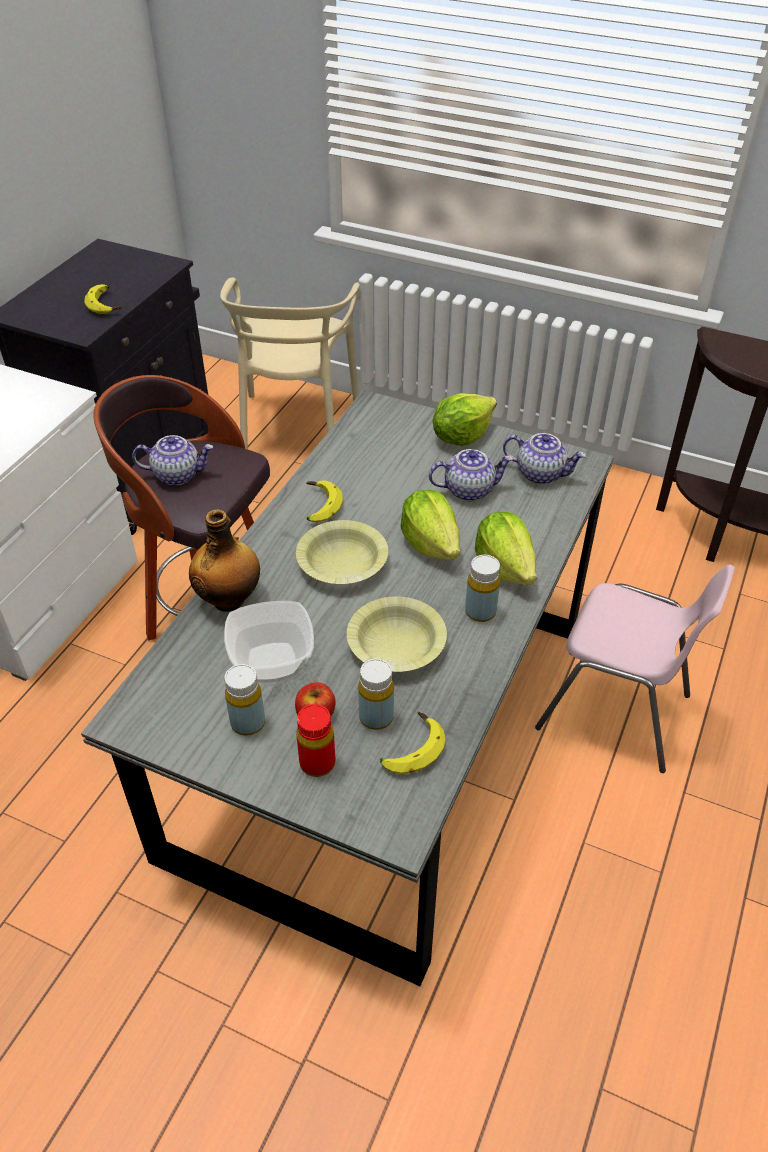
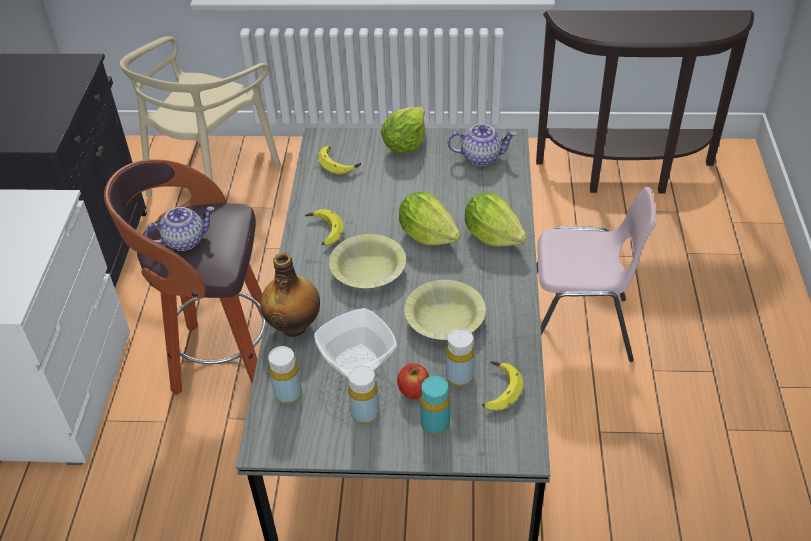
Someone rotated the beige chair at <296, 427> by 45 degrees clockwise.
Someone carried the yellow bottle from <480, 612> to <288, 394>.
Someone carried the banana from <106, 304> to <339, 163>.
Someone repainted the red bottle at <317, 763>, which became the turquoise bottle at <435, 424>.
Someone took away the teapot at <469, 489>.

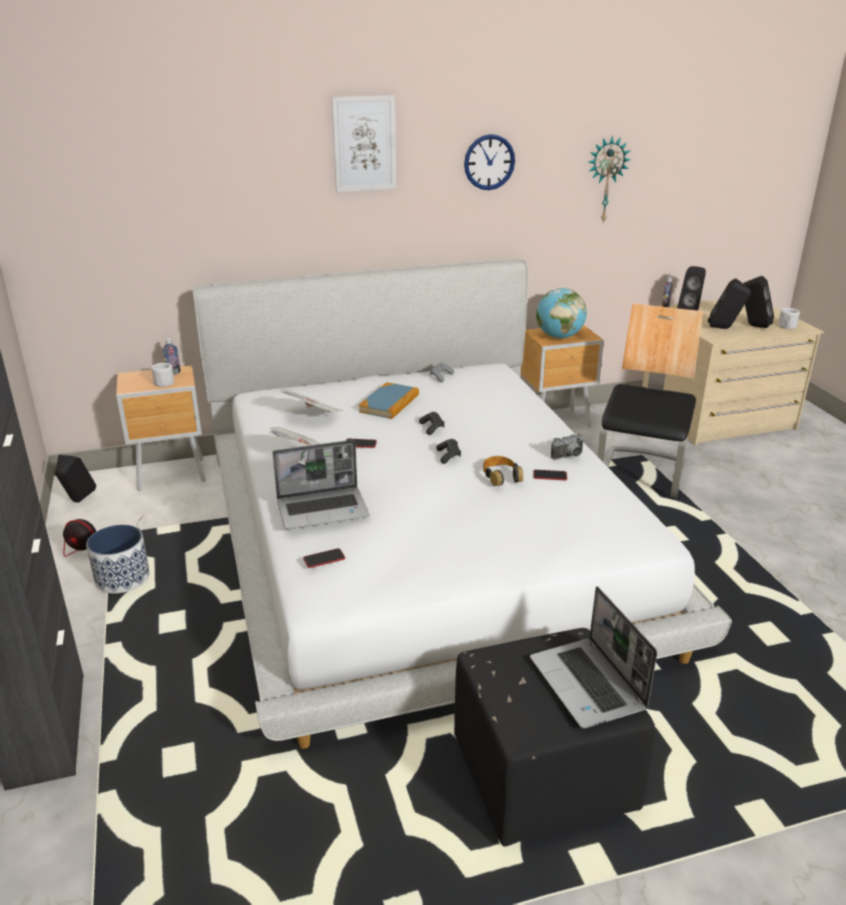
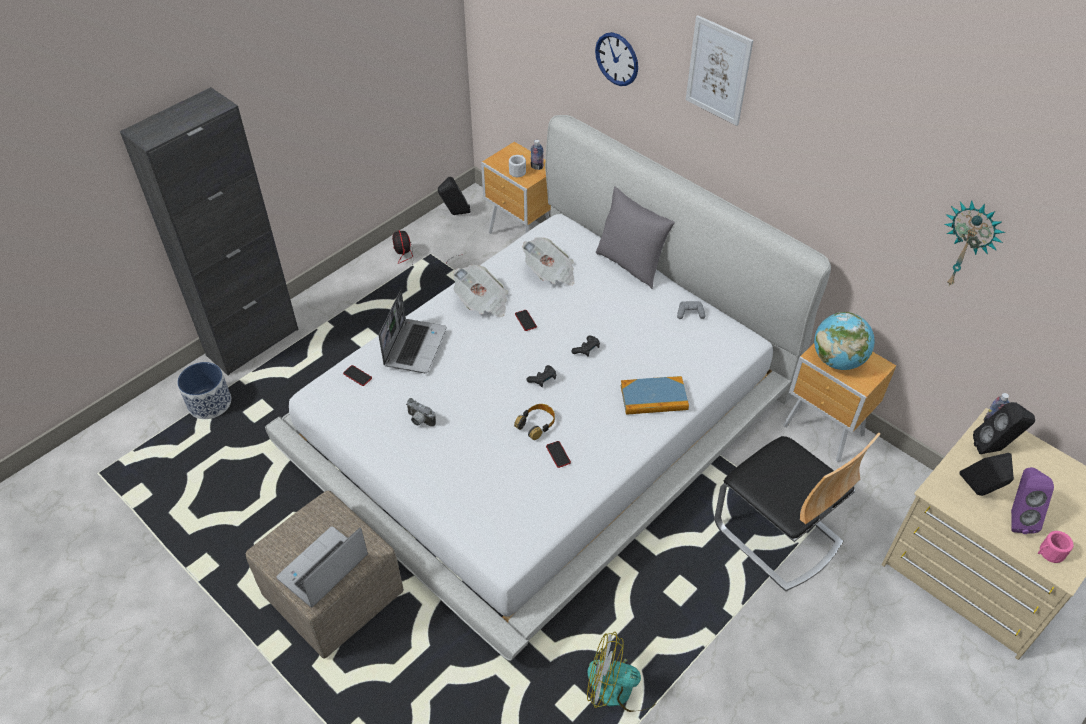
Someone carried the planter from <122, 578> to <210, 403>.
Someone repainted the black ottoman at <544, 774>, which became the beige ottoman at <335, 595>.
Someone rotated the laptop at <323, 509> by 120 degrees counterclockwise.
Someone carried the photo camera from <569, 457> to <419, 420>.
Someone put down the fan at <621, 686>.
Someone carried the wall clock from <489, 162> to <617, 59>.
Someone put down the grey pillow at <630, 264>.
Someone carried the book from <389, 403> to <653, 398>.
Someone rotated the chair at <641, 473> by 60 degrees clockwise.
Someone repainted the black speaker at <753, 325>, which became the purple speaker at <1016, 517>.
Someone repainted the white mug at <787, 327>, which became the pink mug at <1049, 553>.

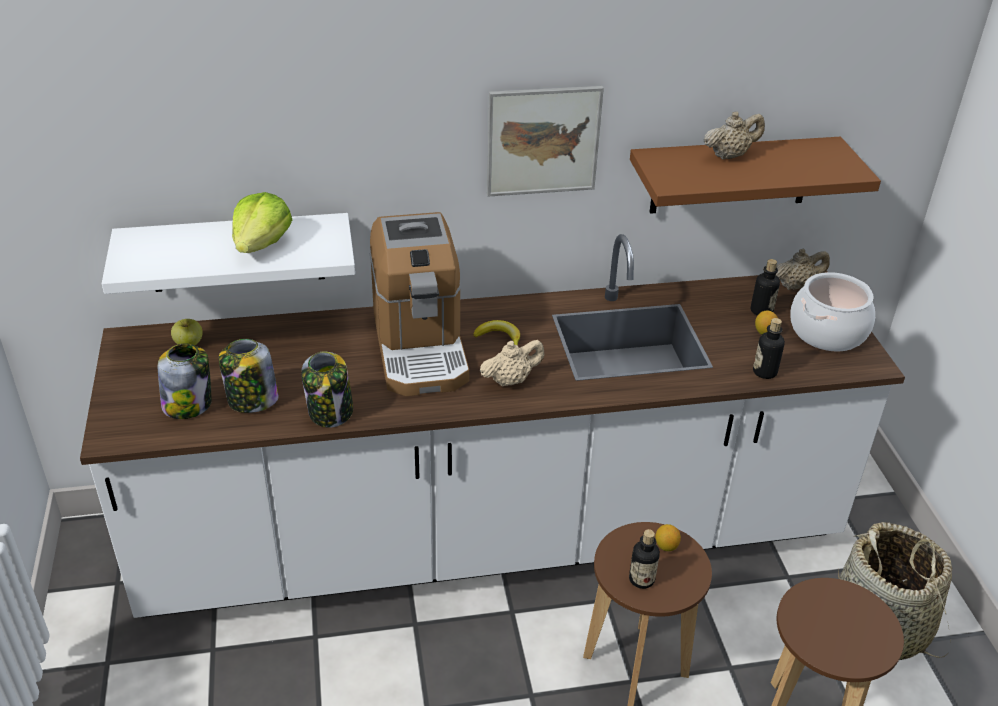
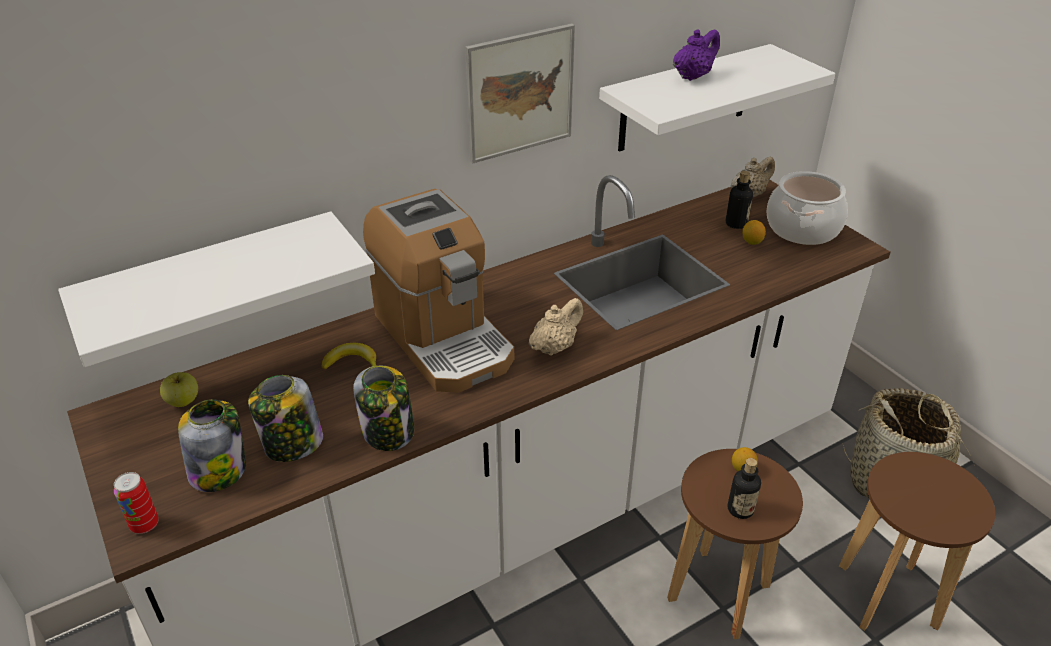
Someone put down the can at <144, 524>.
Someone carried the banana from <499, 338> to <352, 363>.
Someone repainted the brown shelf at <731, 175>, which became the white shelf at <685, 99>.
Someone repainted the beige teapot at <729, 155>, which became the purple teapot at <693, 76>.
Someone took away the lettuce at <261, 244>.
Someone took away the bottle at <764, 372>.

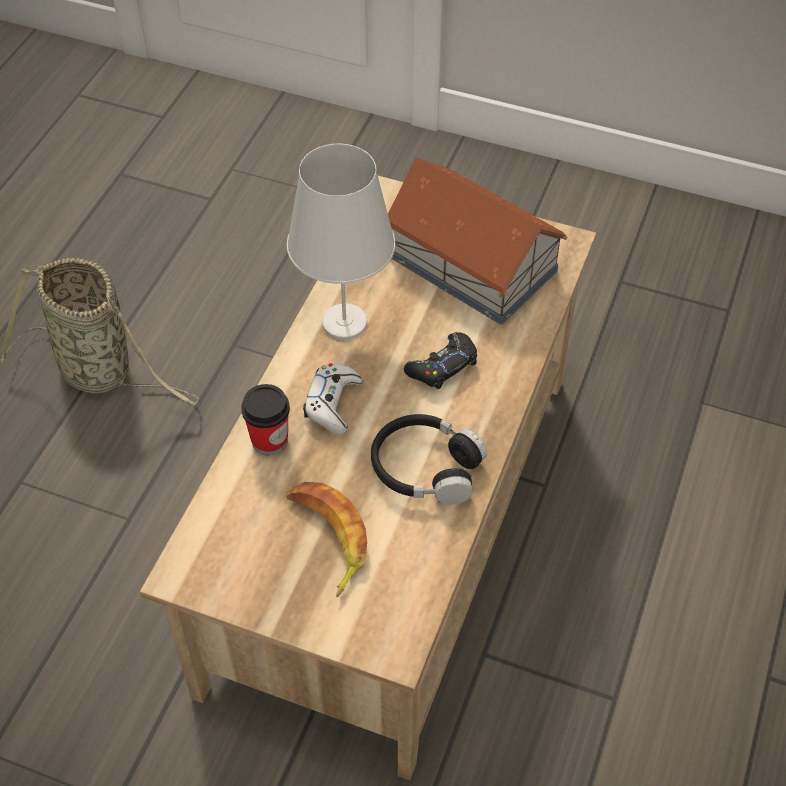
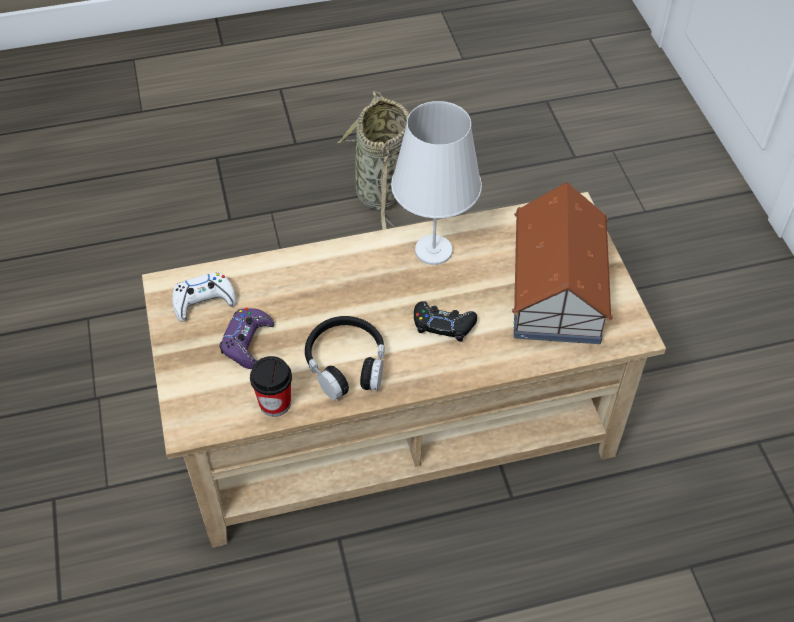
Someone carried the white game controller from <333, 404> to <204, 301>.
Someone swapped the banana at <326, 538> for the purple game controller at <247, 342>.
Someone carried the cup from <269, 440> to <275, 403>.

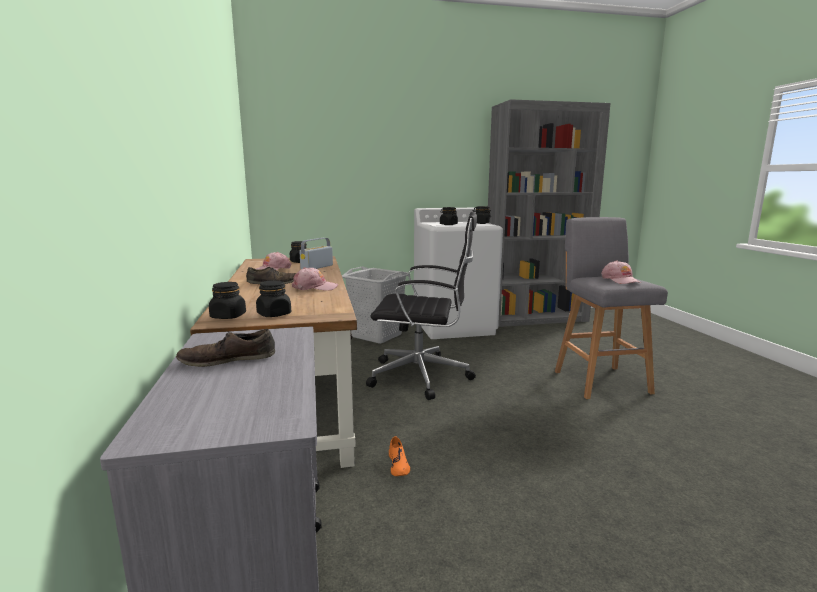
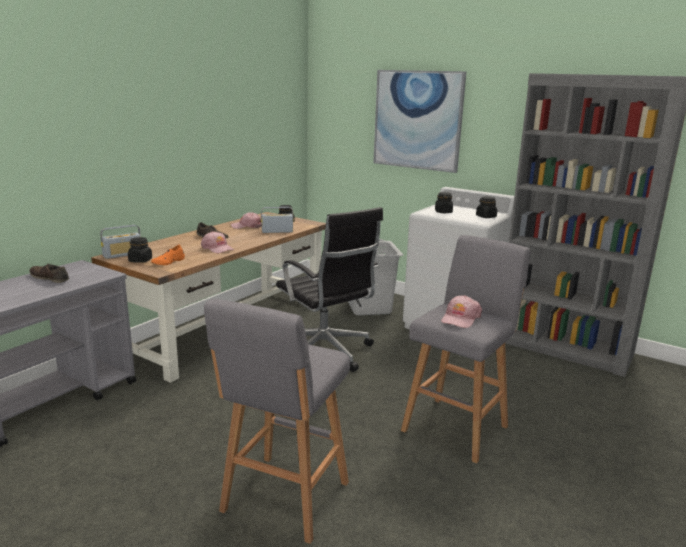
Someone swapped the black jar at <228, 316> for the radio at <122, 255>.
Someone carried the orange shoe from <398, 465> to <168, 262>.
Someone put down the grey stool at <283, 499>.
Someone put up the picture at <417, 120>.

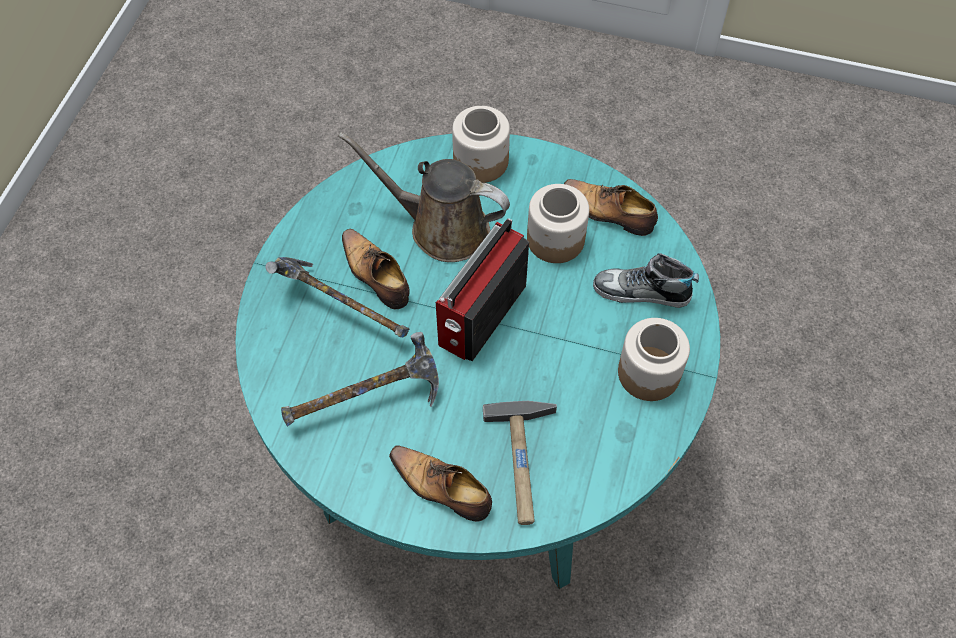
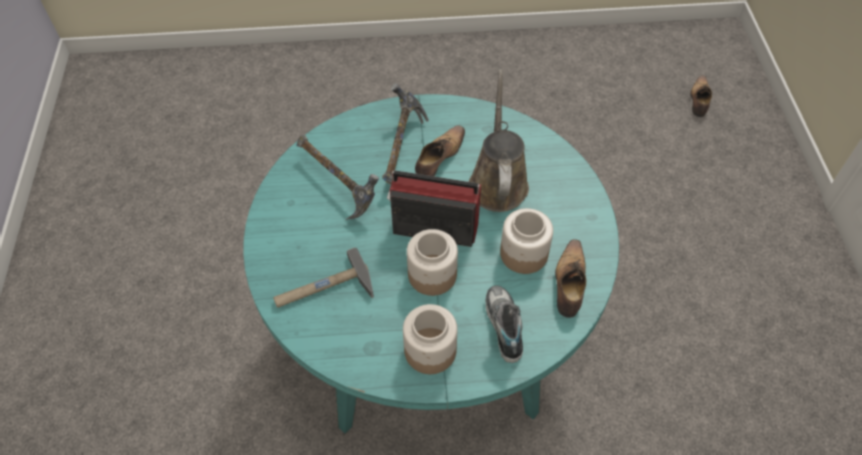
Someone carried the jar from <481, 162> to <432, 275>.
Someone carried the shoe from <441, 488> to <699, 100>.

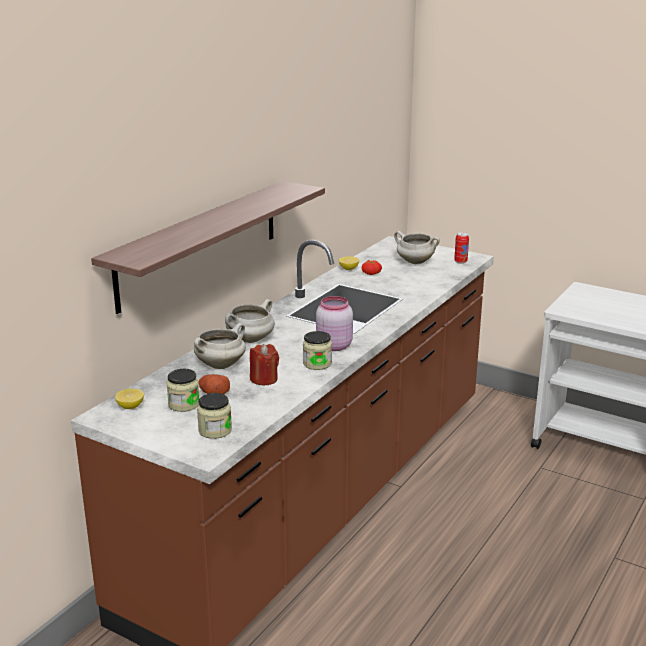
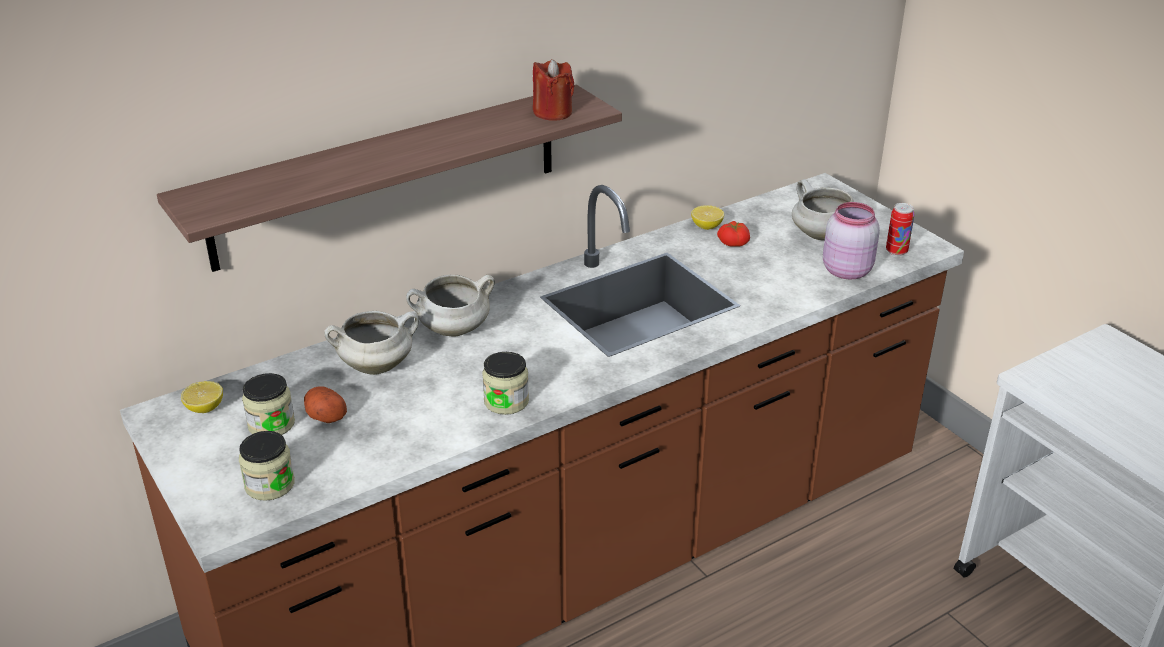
Someone carried the red candle from <264, 379> to <552, 112>.
Someone carried the pink jar from <333, 346> to <845, 270>.

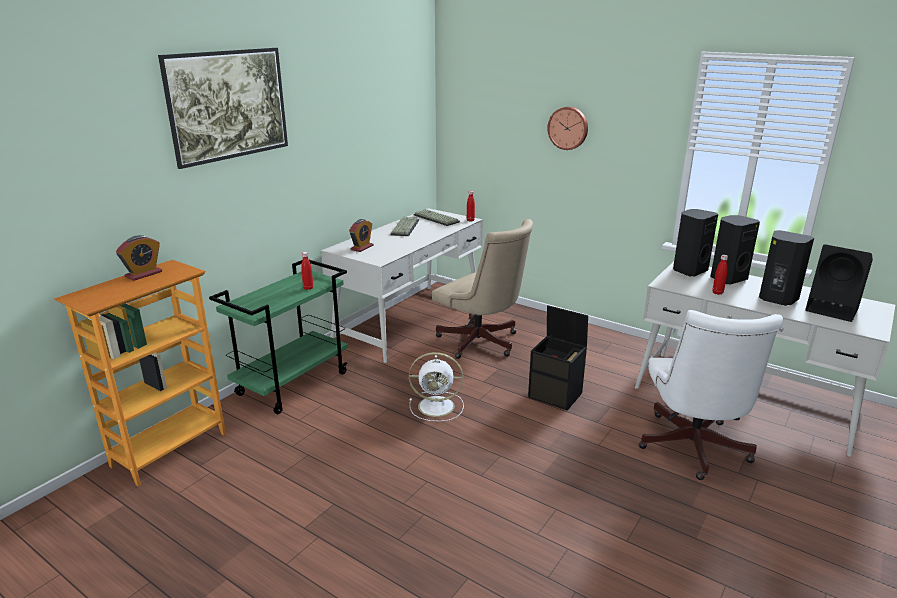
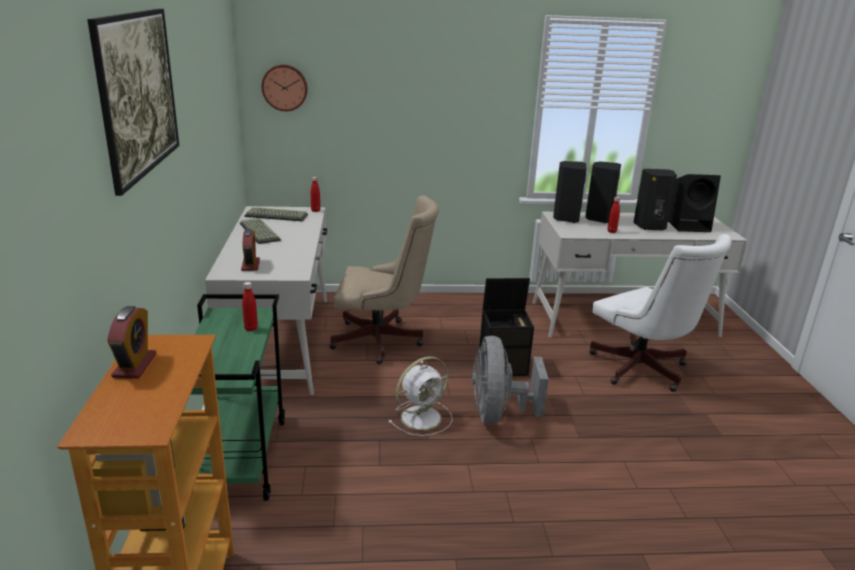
Someone carried the wall clock from <568, 128> to <285, 87>.
Someone put down the grey fan at <498, 414>.

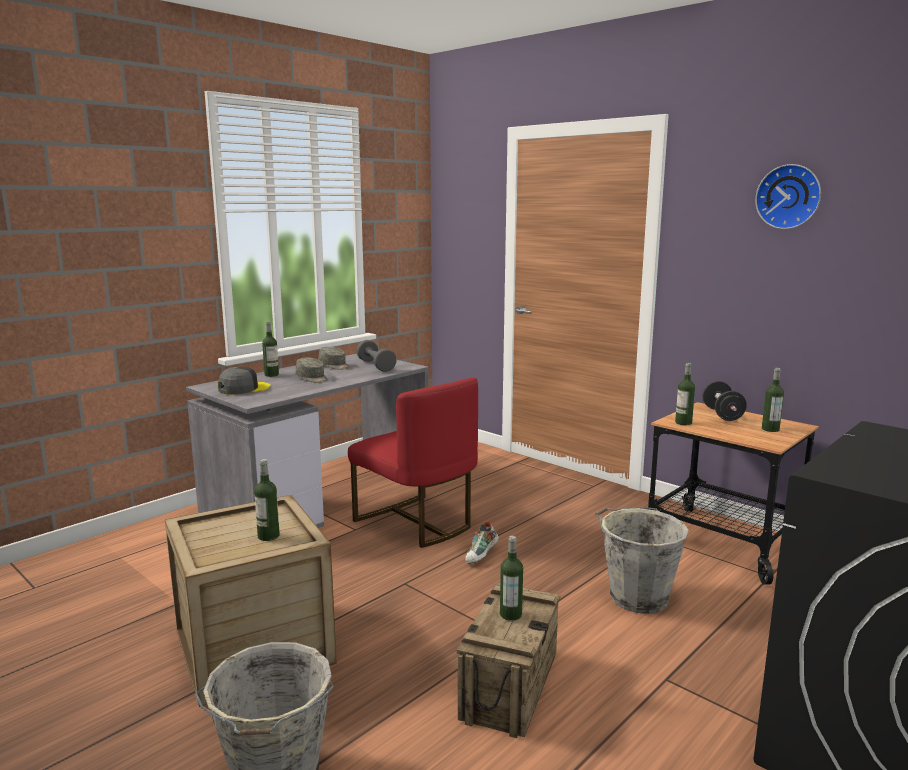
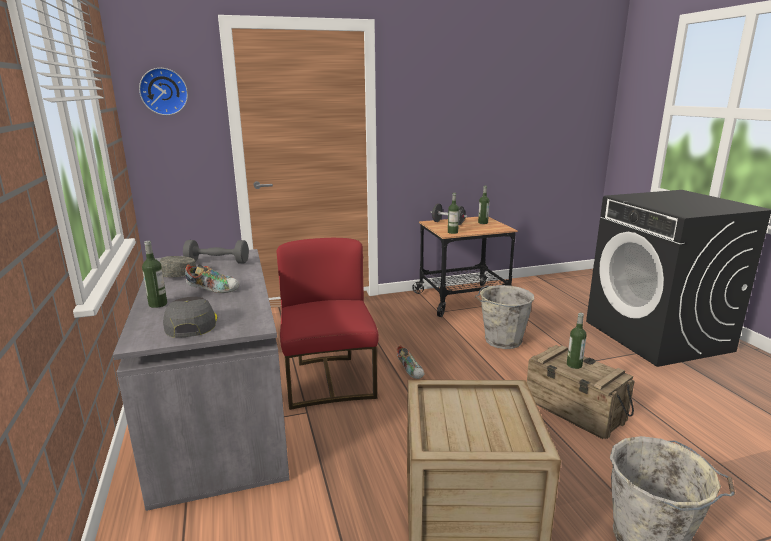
Someone carried the wall clock from <789, 197> to <164, 91>.
Someone swapped the grey cap at <312, 379> for the shoe at <213, 290>.
Someone rotated the red chair at <416, 522> by 90 degrees counterclockwise.
Someone took away the bottle at <268, 536>.

